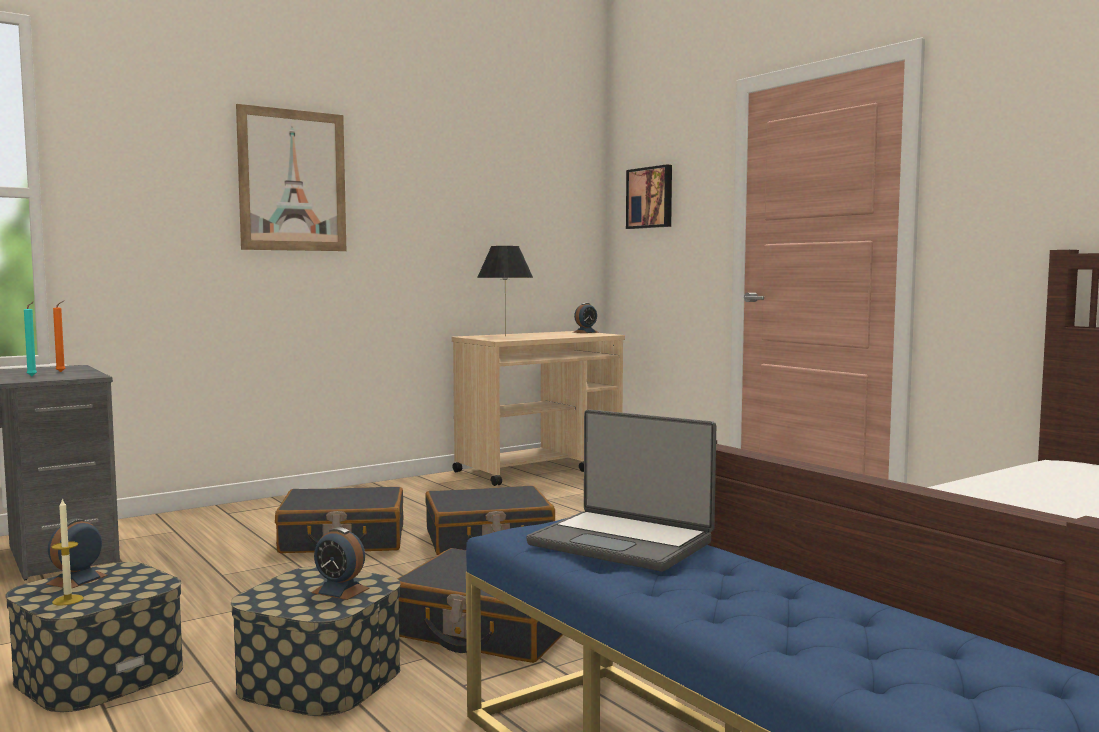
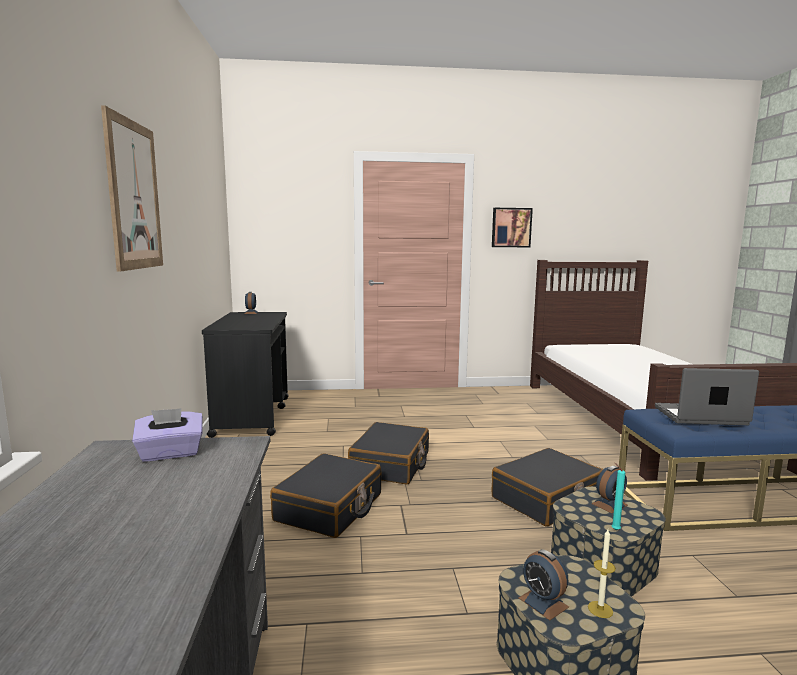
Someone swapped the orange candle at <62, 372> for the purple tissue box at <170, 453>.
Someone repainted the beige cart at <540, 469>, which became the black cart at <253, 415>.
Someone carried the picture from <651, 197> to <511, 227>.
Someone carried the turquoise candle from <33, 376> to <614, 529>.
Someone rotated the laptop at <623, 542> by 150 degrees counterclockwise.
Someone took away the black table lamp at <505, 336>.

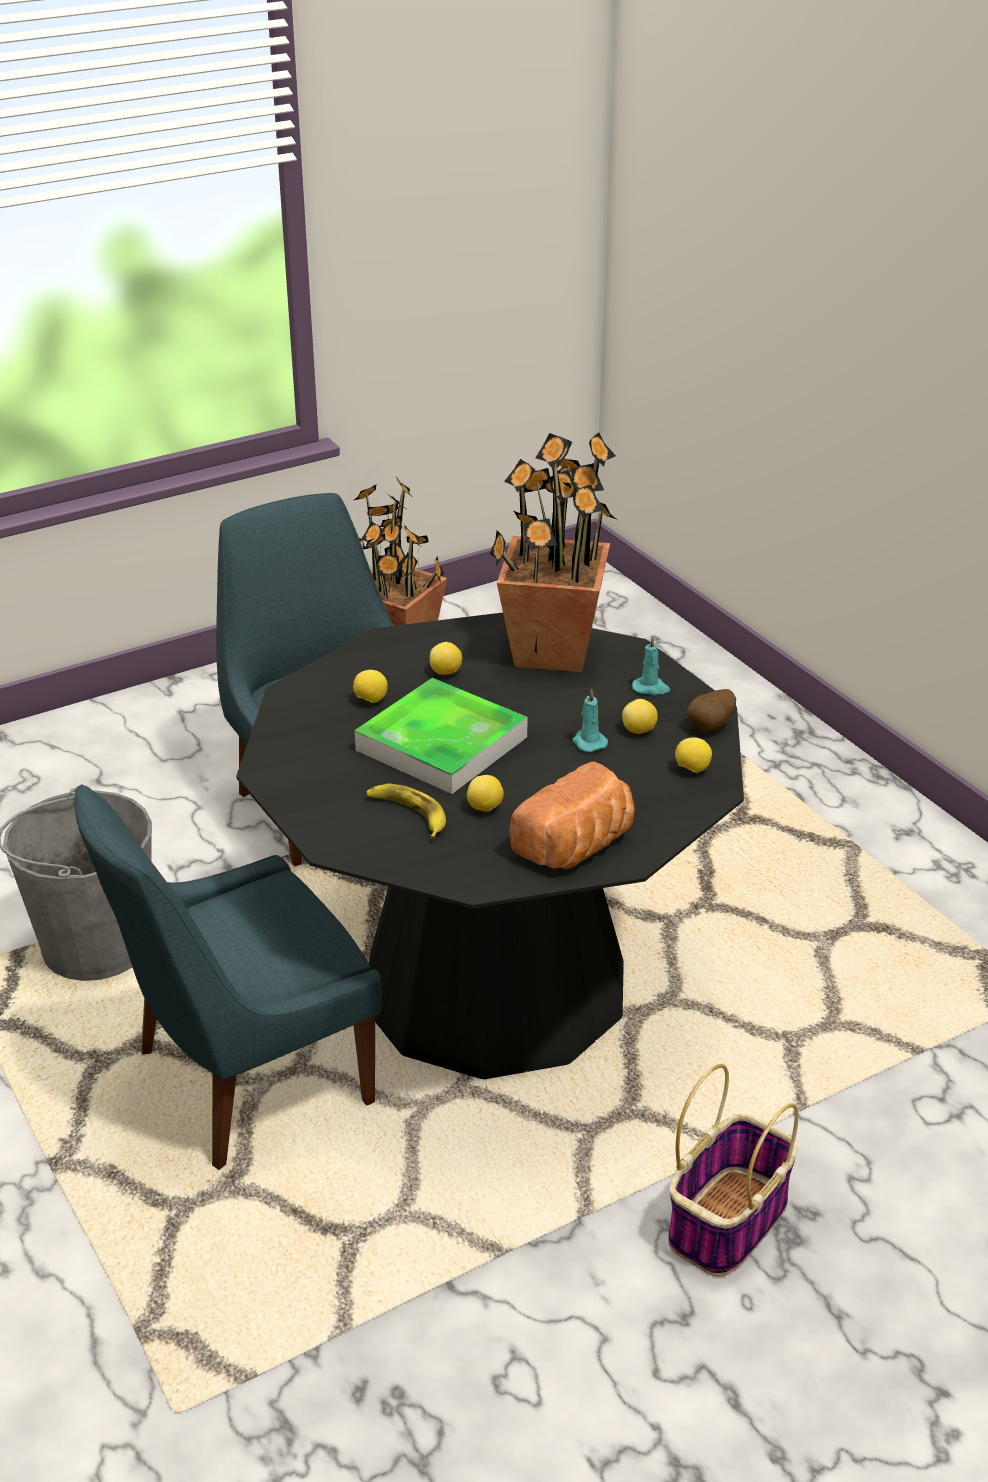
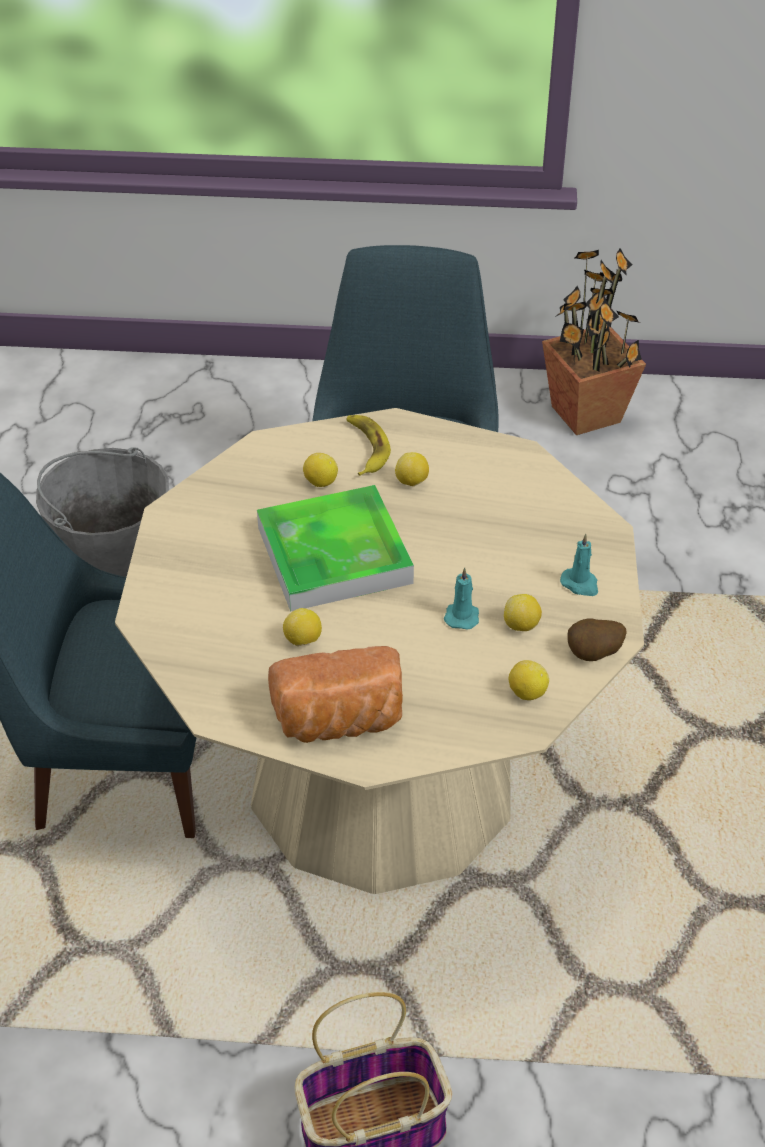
Someone repainted the black dining table at <494, 983>, which became the beige dining table at <382, 782>.
Someone carried the banana from <408, 814> to <366, 448>.
Someone took away the potted plant at <552, 651>.

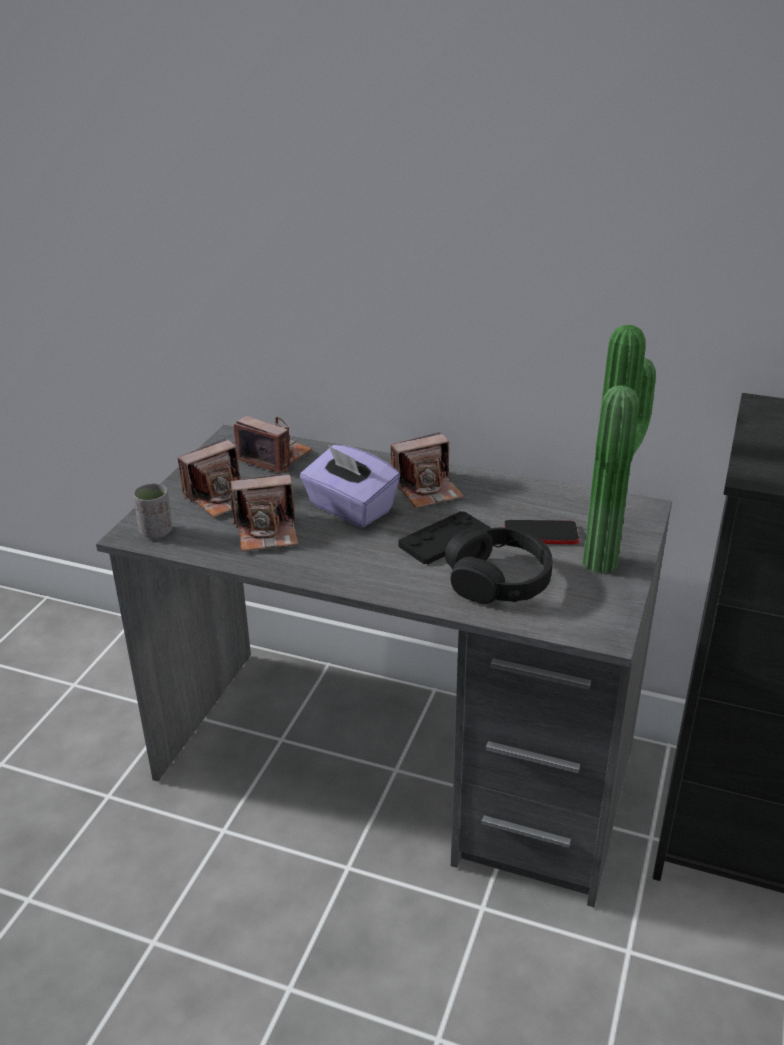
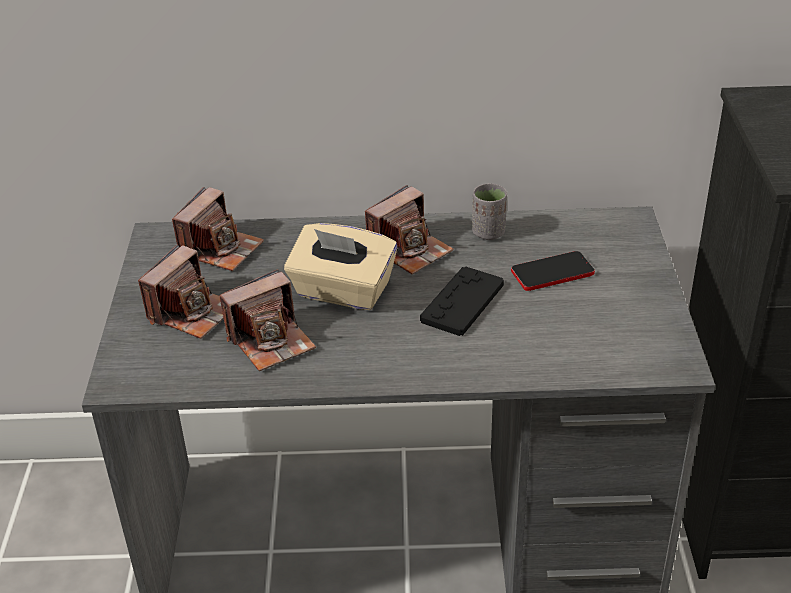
Someone rotated the photo camera at <275, 457> by 105 degrees clockwise.
Someone repainted the purple tissue box at <350, 508>, which became the beige tissue box at <342, 291>.
Someone carried the grey cup from <156, 532> to <488, 233>.
Someone took away the black headphones at <498, 580>.
Someone took away the potted plant at <607, 564>.

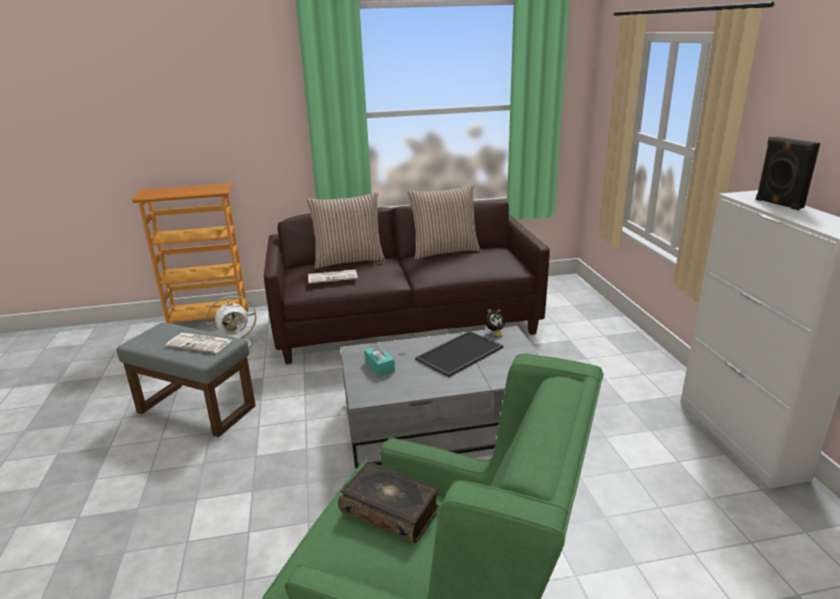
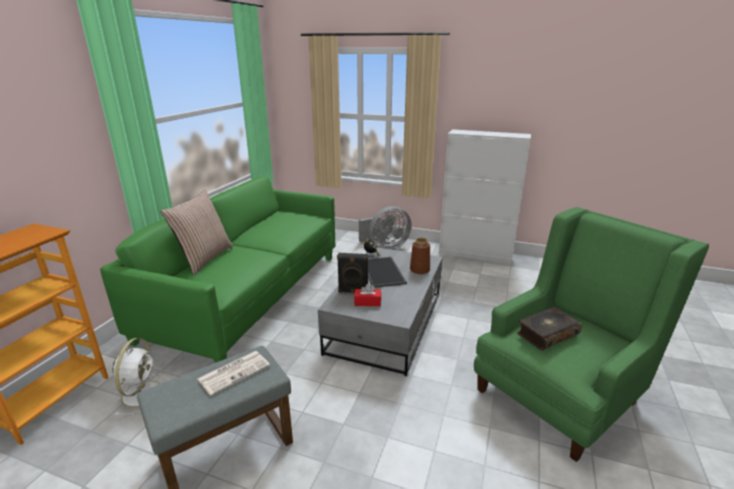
Someone repainted the brown sofa at <406, 323>, which became the green sofa at <249, 294>.
Someone carried the black speaker from <778, 204> to <353, 291>.
Someone repainted the turquoise tissue box at <380, 367>, which became the red tissue box at <367, 302>.
Someone put down the grey fan at <385, 247>.
Someone put down the brown vase at <419, 270>.
Someone took away the newspaper at <333, 277>.
Someone took away the pillow at <444, 251>.

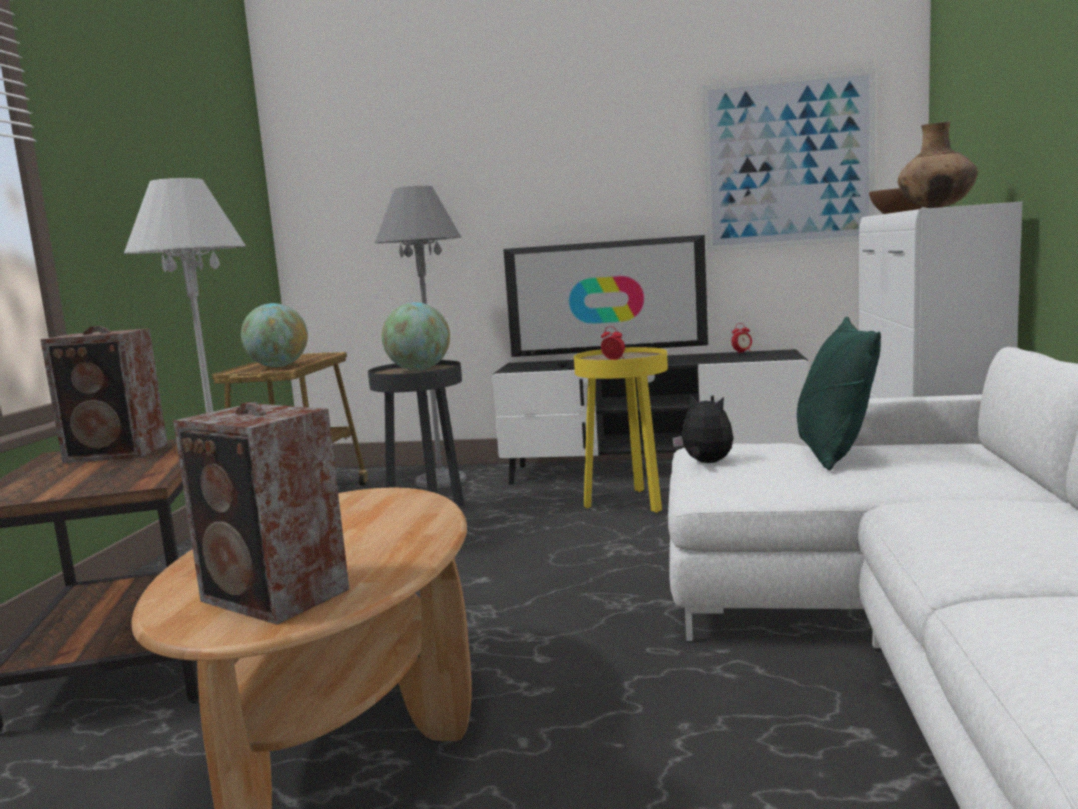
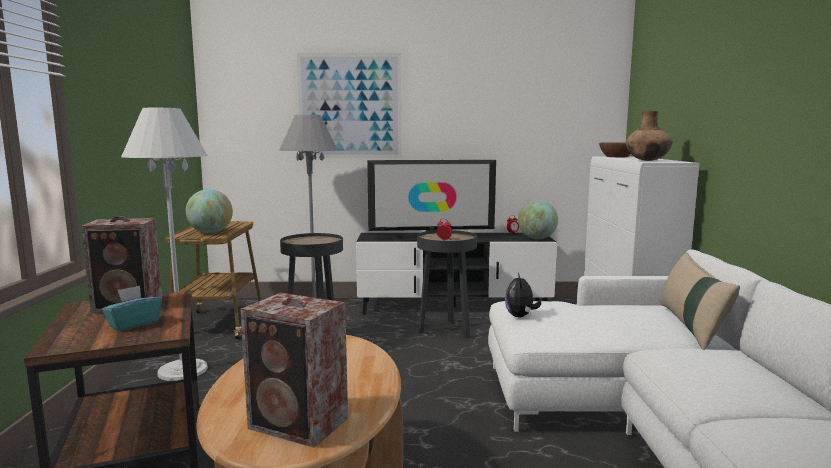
Someone put down the turquoise tissue box at <133, 324>.
Someone carried the picture from <788, 163> to <350, 106>.
Someone repainted the yellow side table at <627, 503>, which became the black side table at <445, 331>.
Someone rotated the plush toy at <705, 463> by 120 degrees counterclockwise.
Someone carried the globe from <419, 370> to <537, 239>.
Someone put down the beige pillow at <692, 326>.
Someone took away the green pillow at <832, 454>.

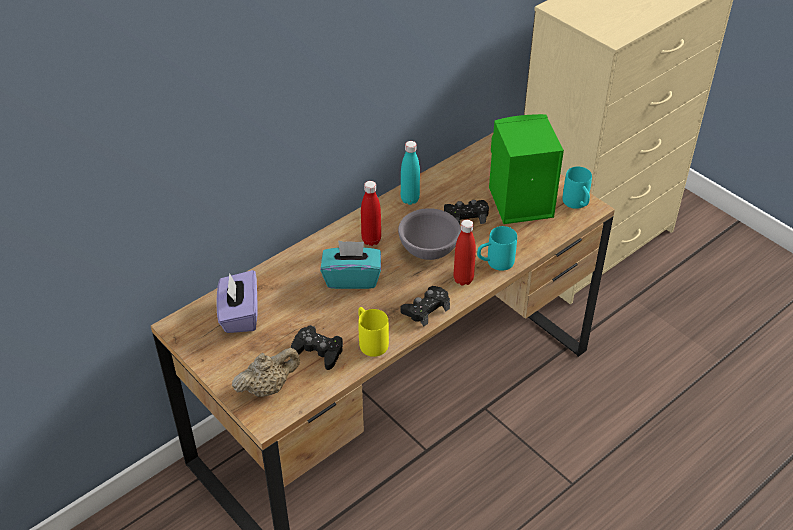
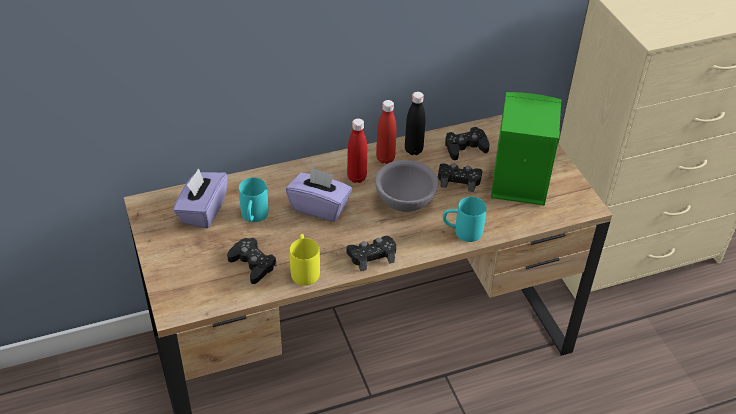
Someone carried the turquoise mug from <577, 204> to <253, 218>.
Someone repainted the turquoise tissue box at <352, 278>, which became the purple tissue box at <319, 207>.
Someone carried the red bottle from <463, 279> to <385, 159>.
Someone repainted the turquoise bottle at <410, 199>, which became the black bottle at <413, 150>.
Someone put down the black game controller at <465, 147>.
Someone took away the beige teapot at <268, 387>.

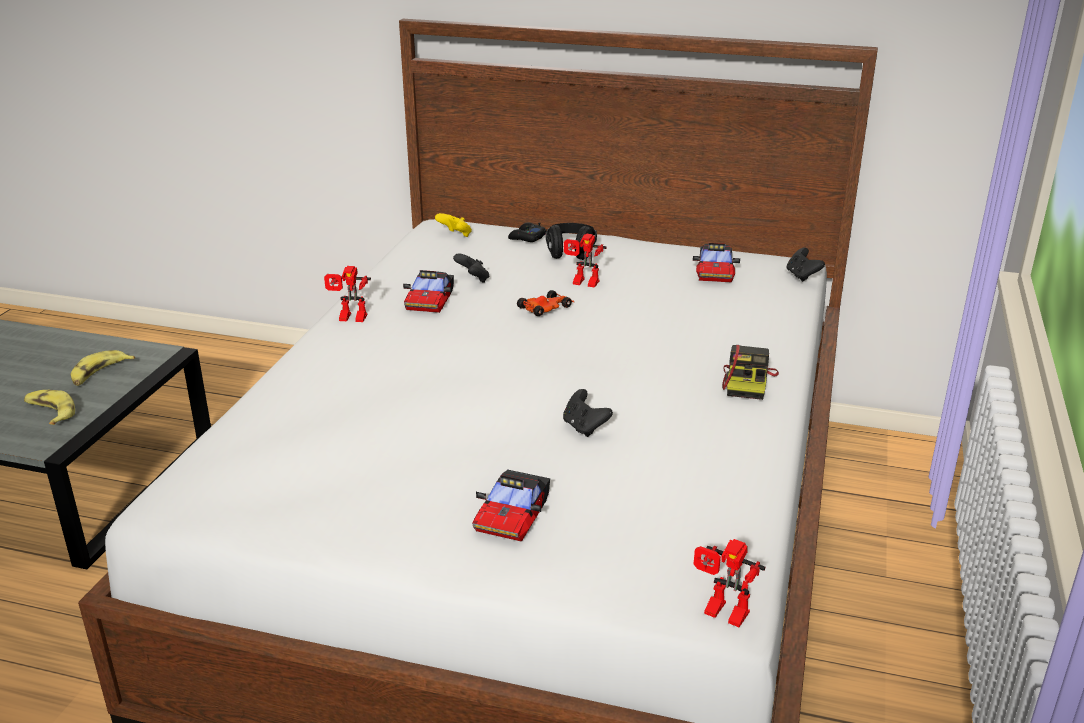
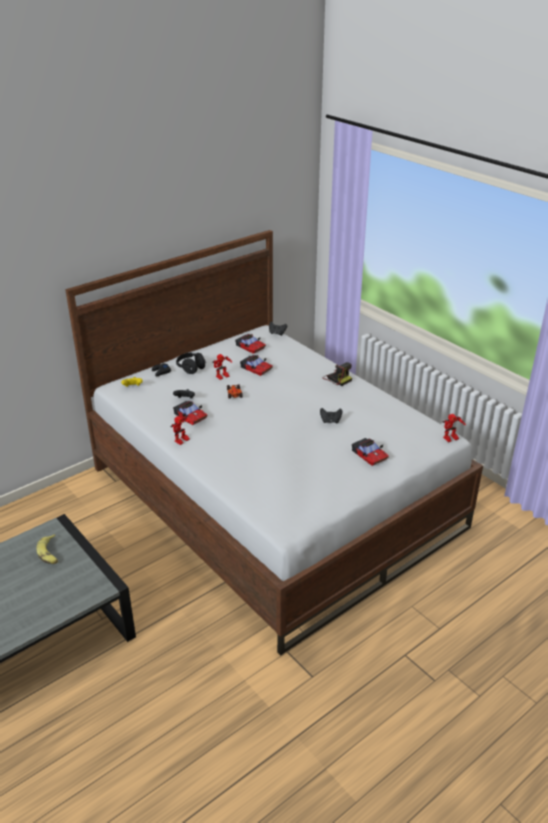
Someone put down the toy car at <256, 368>.
Someone took away the banana at <50, 412>.

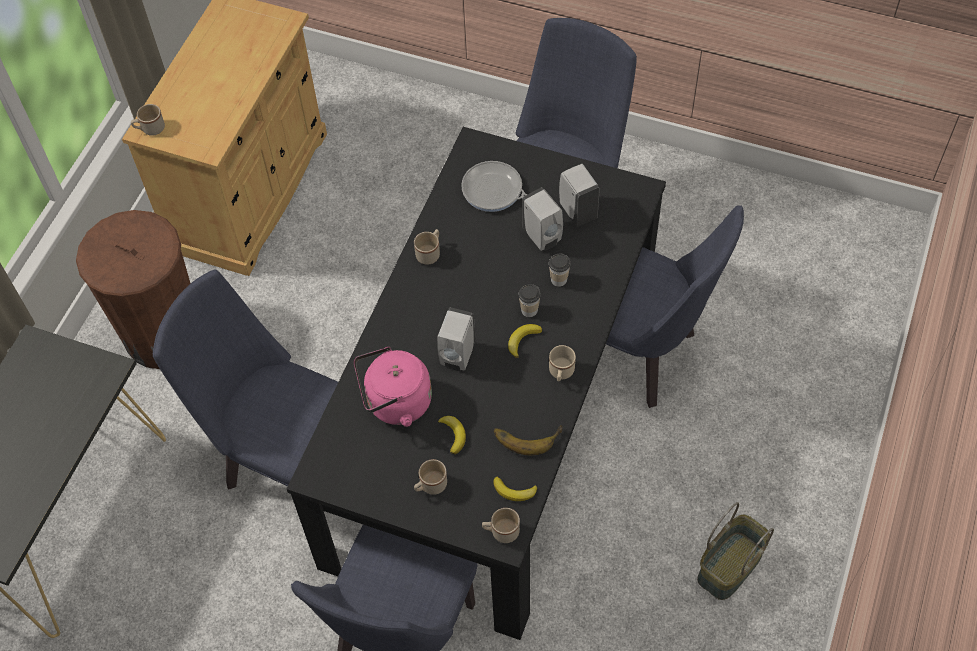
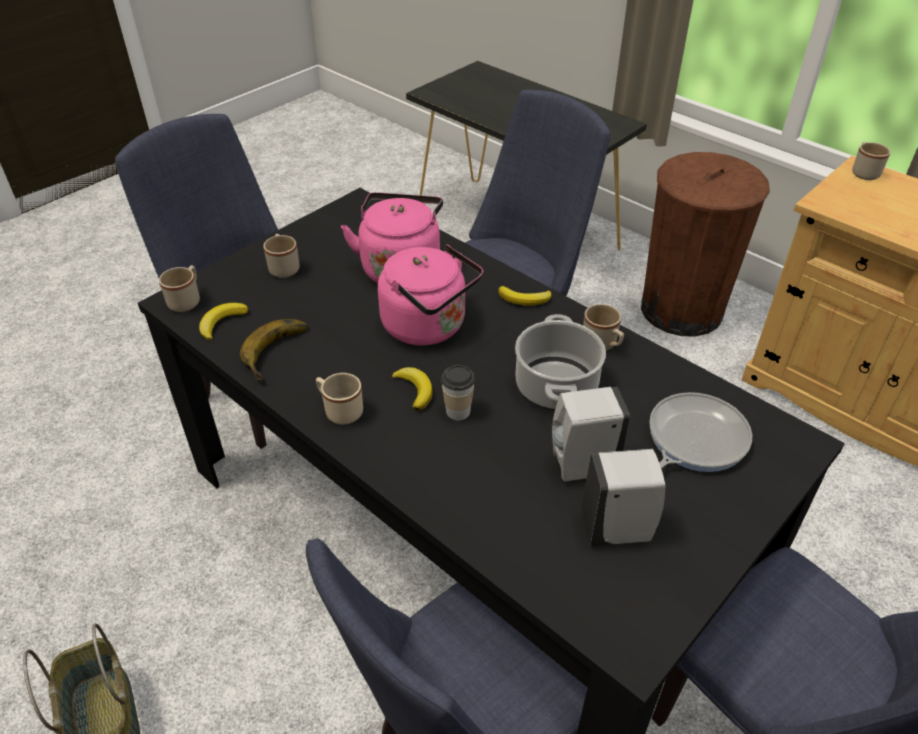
Someone swapped the white soap dispenser at <457, 357> for the pink kettle at <429, 327>.
Someone carried the banana from <453, 434> to <525, 299>.
Someone put down the cooking pot at <555, 385>.
Someone took away the cup at <559, 280>.

